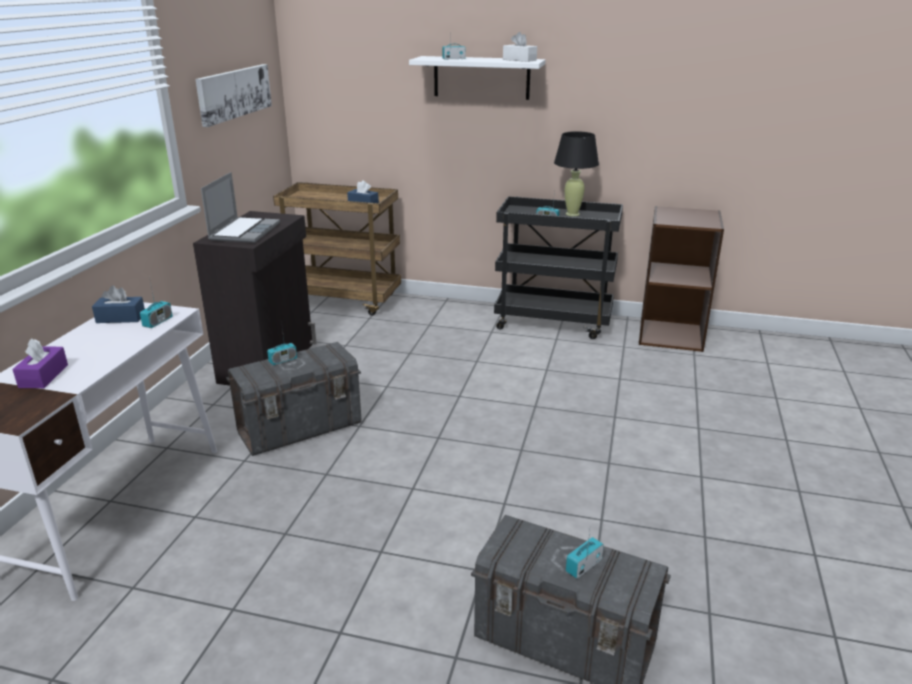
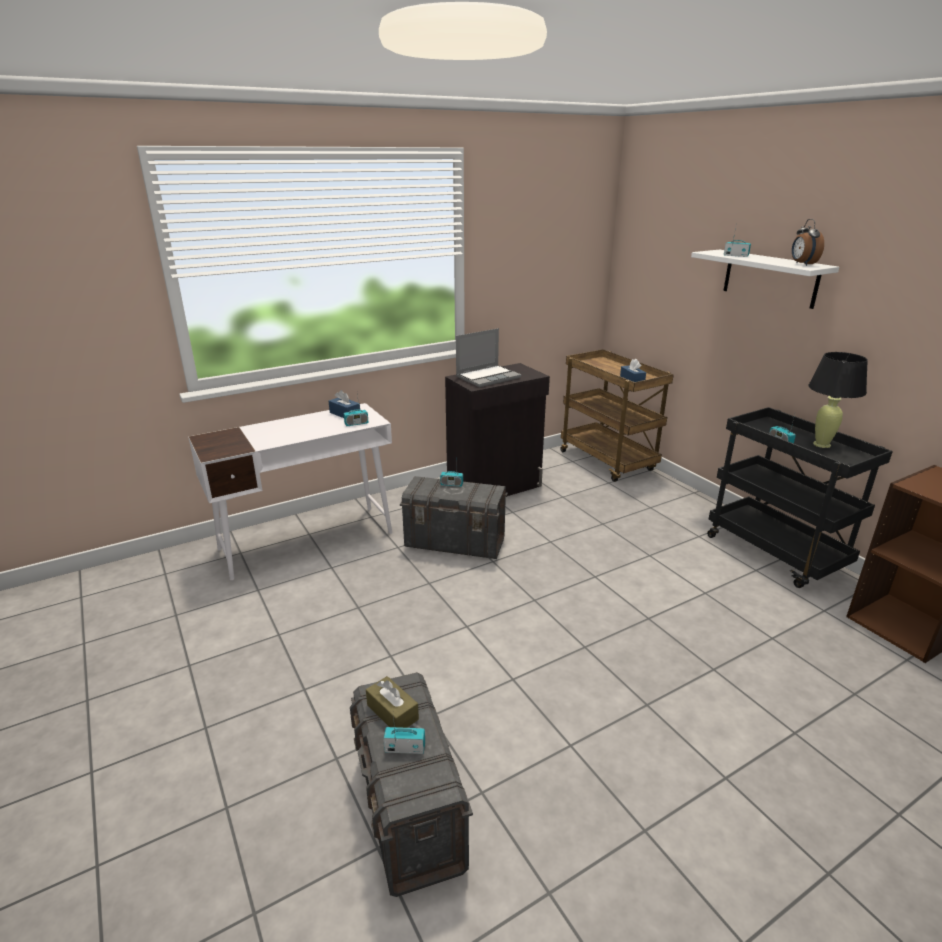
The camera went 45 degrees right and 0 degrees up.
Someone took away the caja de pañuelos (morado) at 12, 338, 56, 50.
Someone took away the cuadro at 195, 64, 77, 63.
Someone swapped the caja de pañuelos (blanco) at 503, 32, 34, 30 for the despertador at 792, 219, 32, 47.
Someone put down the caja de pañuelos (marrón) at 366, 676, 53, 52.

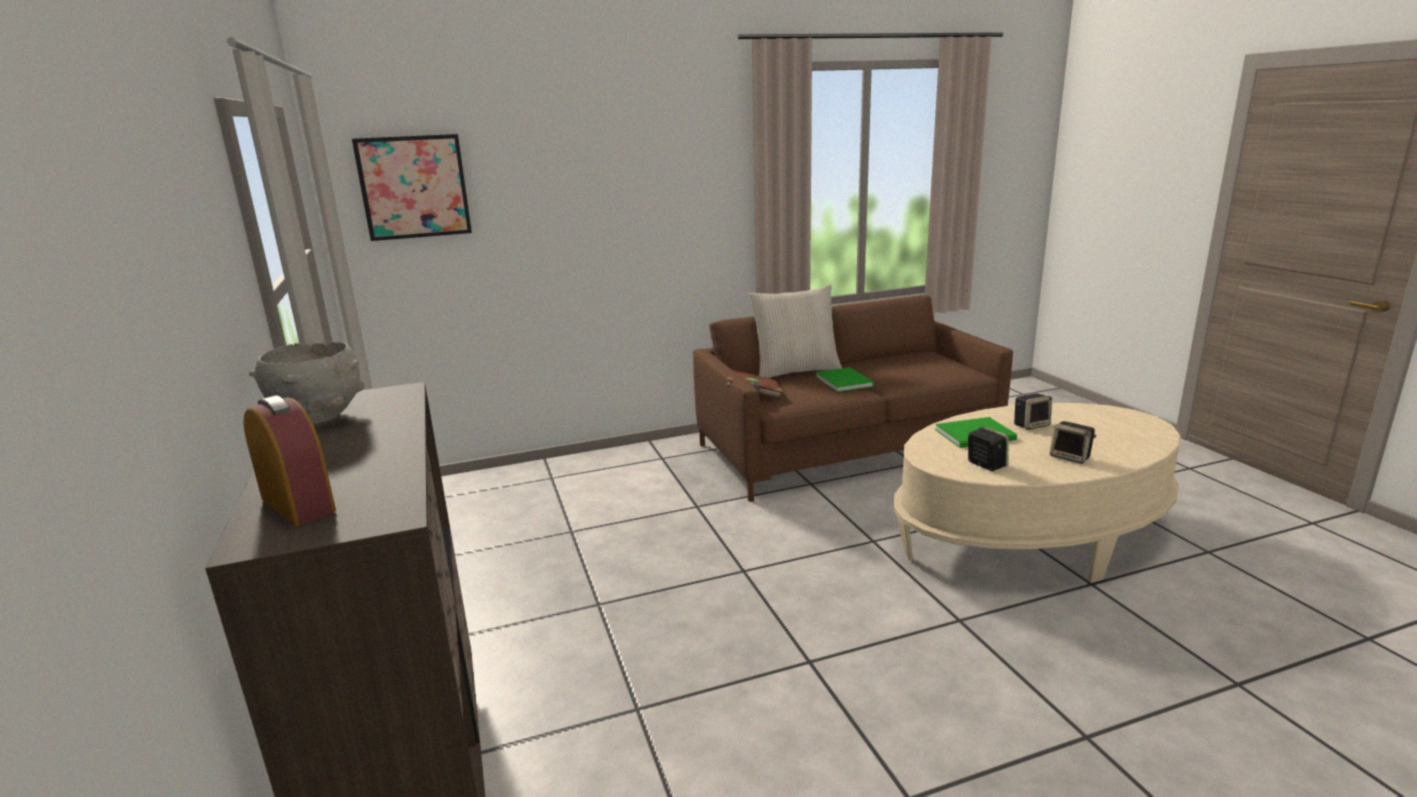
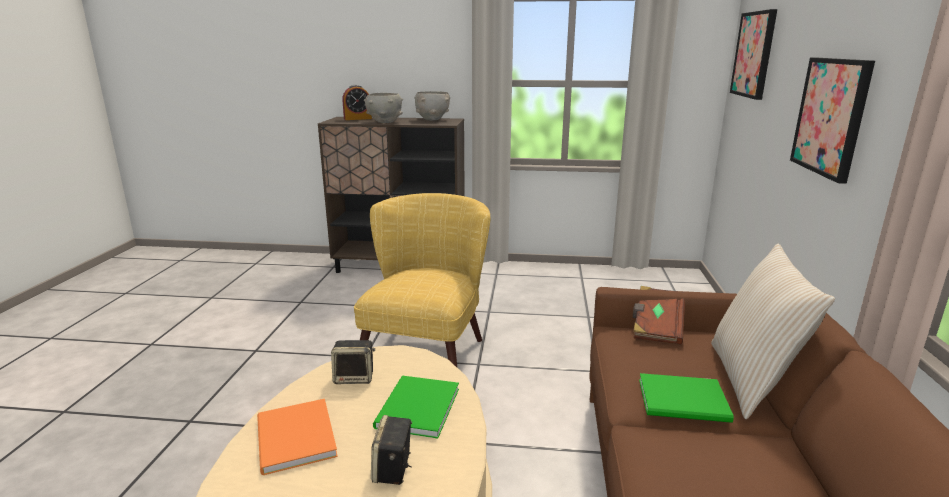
The camera went 115 degrees right and 0 degrees up.
Someone swapped the altavoz at 1050, 421, 46, 43 for the libro (naranja) at 257, 399, 81, 76.
Someone put down the sillón (amarillo) at 354, 193, 136, 174.
Someone put down the cuenco (gris) at 364, 93, 39, 30.
Someone put up the cuadro at 790, 58, 85, 126.

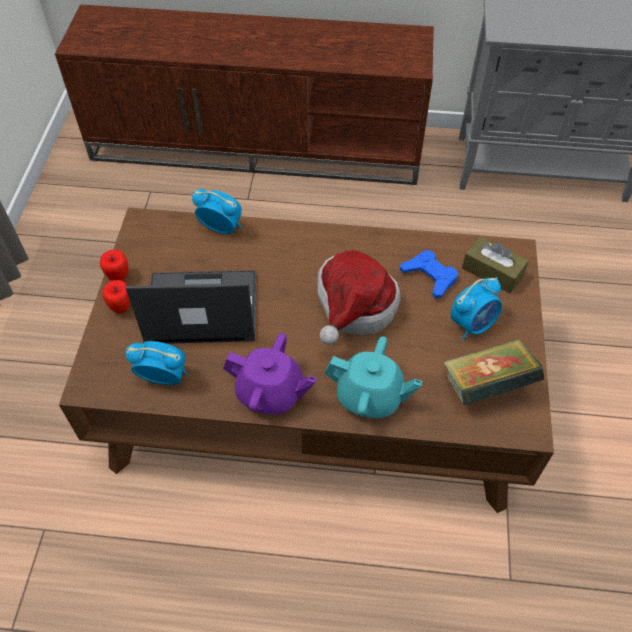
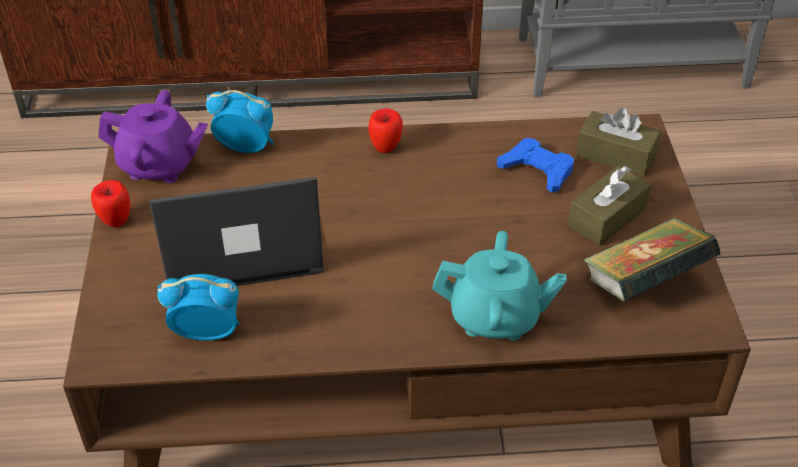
The camera went 10 degrees left and 10 degrees down.
Someone carried the manzana from 102, 280, 28, 33 to 369, 108, 34, 45.
Someone carried the tetera (morado) from 223, 333, 93, 81 to 98, 90, 110, 93.
Someone took away the sombrero at 317, 250, 83, 95.
Someone swapped the despertador at 451, 277, 51, 63 for the caja de pañuelos (marrón) at 568, 166, 83, 80.

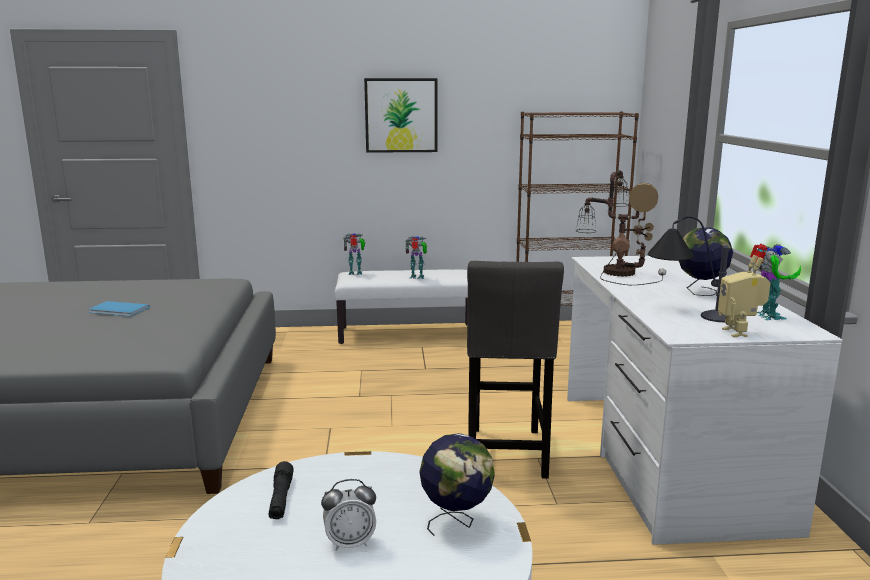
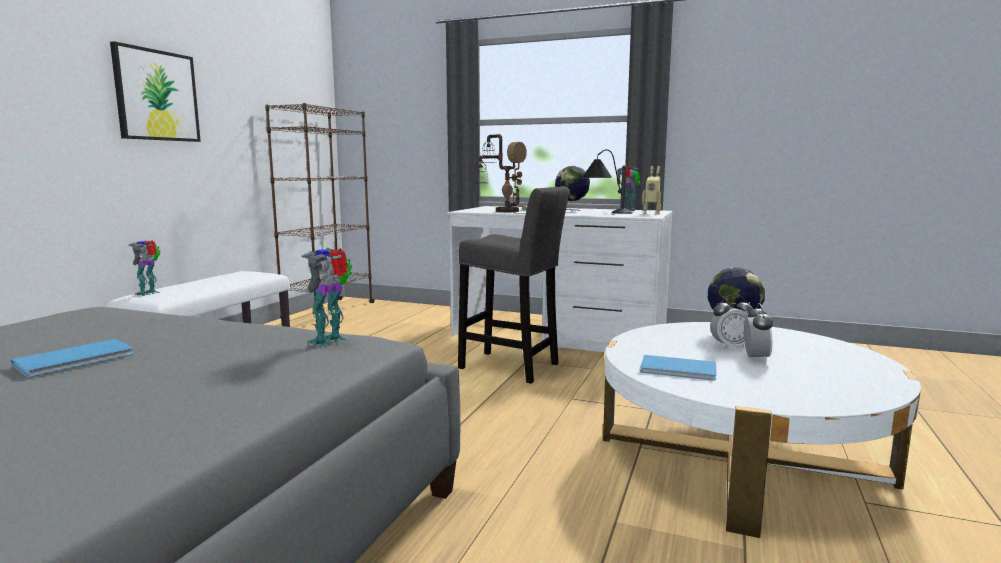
The camera went 65 degrees left and 5 degrees down.
Someone swapped the linterna (negro) at 269, 461, 25, 58 for the libro (azul) at 640, 355, 76, 26.
Someone carried the robot de juguete from 405, 236, 22, 43 to 301, 248, 51, 100.
Someone put down the despertador at 710, 295, 43, 54.

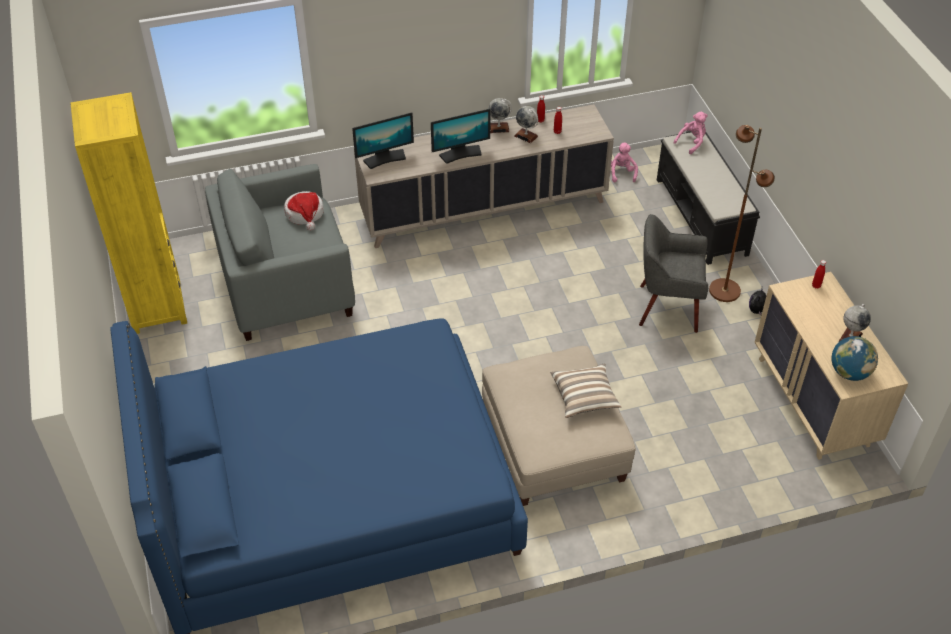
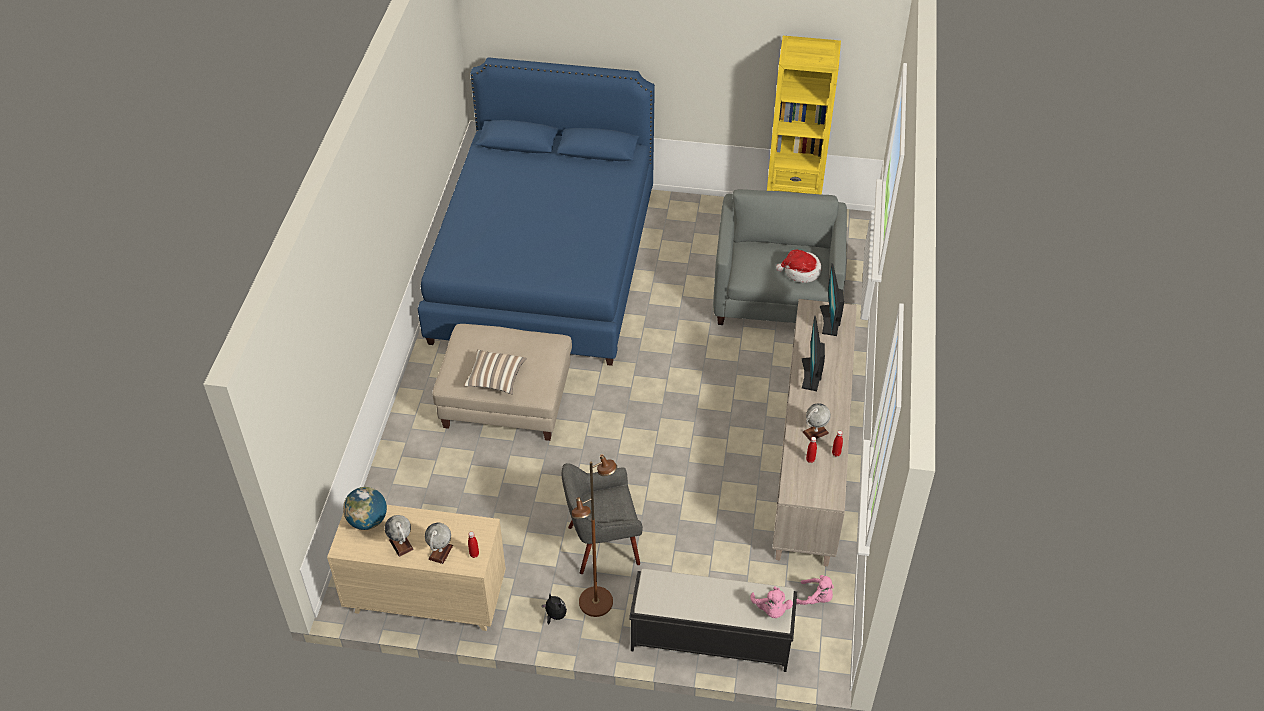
The camera went 115 degrees right and 0 degrees up.
Someone carried the globo terráqueo from 488, 98, 24, 35 to 425, 523, 28, 41.
Someone rotated the sillón (gris) at 639, 214, 69, 119 by 135 degrees counterclockwise.

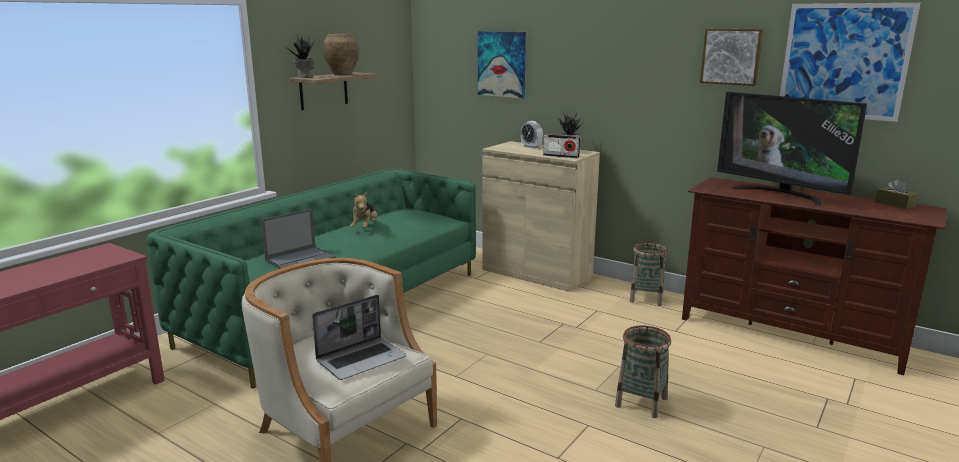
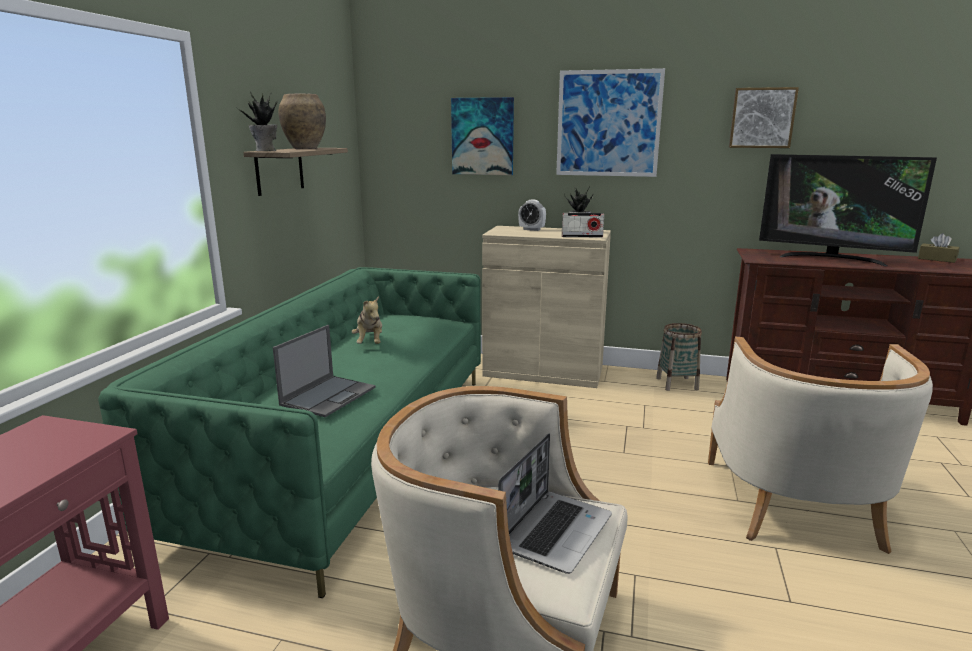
The camera went 20 degrees left and 0 degrees up.
Someone swapped the cesta at 615, 325, 56, 93 for the sillón (beis) at 708, 337, 225, 217.
Someone carried the cuadro from 780, 3, 140, 119 to 556, 68, 109, 109.

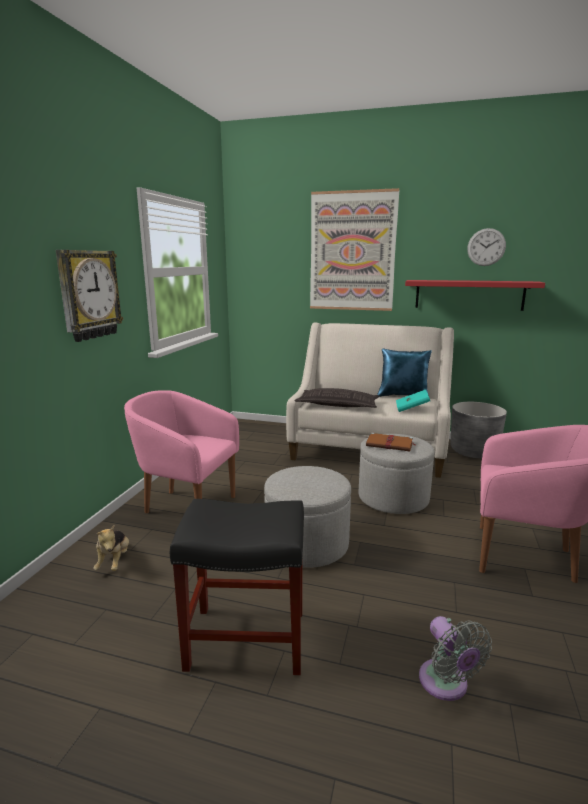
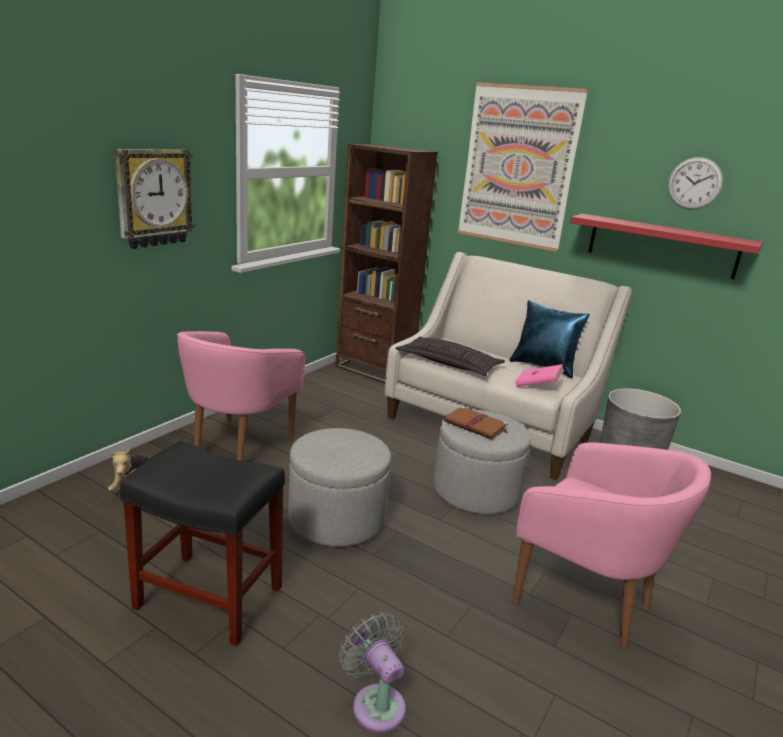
The camera went 15 degrees right and 5 degrees up.
Someone rotated the sillón (rosa) at 124, 390, 115, 123 by 105 degrees counterclockwise.
Someone repainted the libro (turquesa) at 396, 390, 34, 22, which became the libro (rosa) at 515, 364, 49, 23.
Someone rotated the ventilador (gris) at 419, 616, 73, 85 by 150 degrees clockwise.
Someone put down the estantería (marrón) at 335, 144, 103, 240.

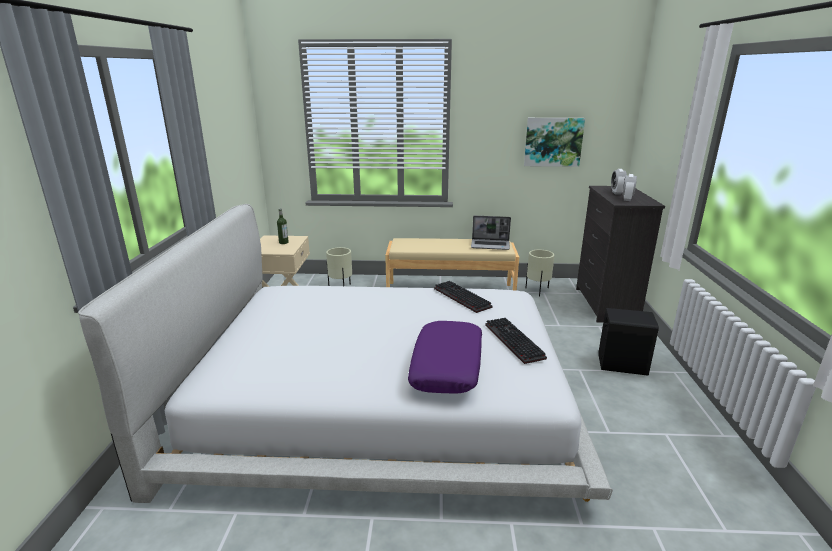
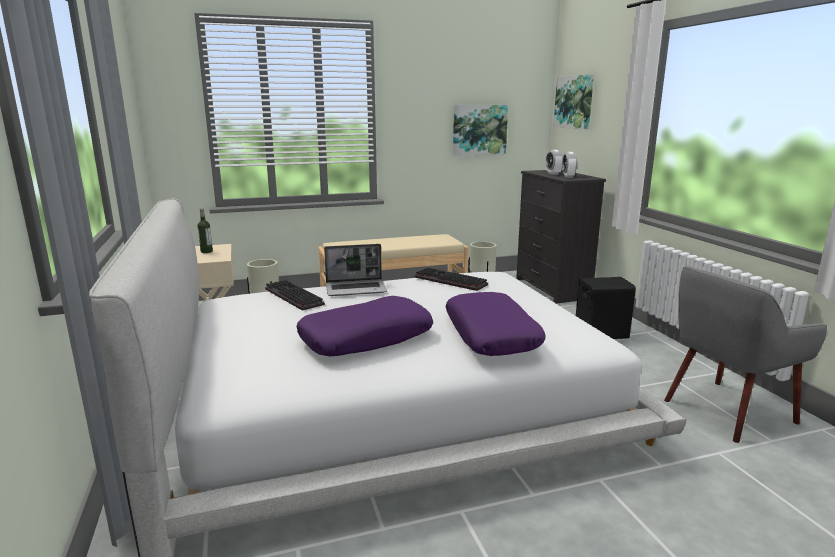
The camera went 20 degrees left and 5 degrees down.
Someone carried the portátil from 471, 215, 40, 35 to 324, 244, 63, 52.
Someone carried the teclado from 485, 318, 62, 46 to 265, 280, 60, 31.
Someone put down the cojín (morado) at 296, 296, 137, 60.
Someone put up the cuadro at 554, 74, 40, 56.
Someone put down the sillón (gris) at 664, 266, 163, 177.

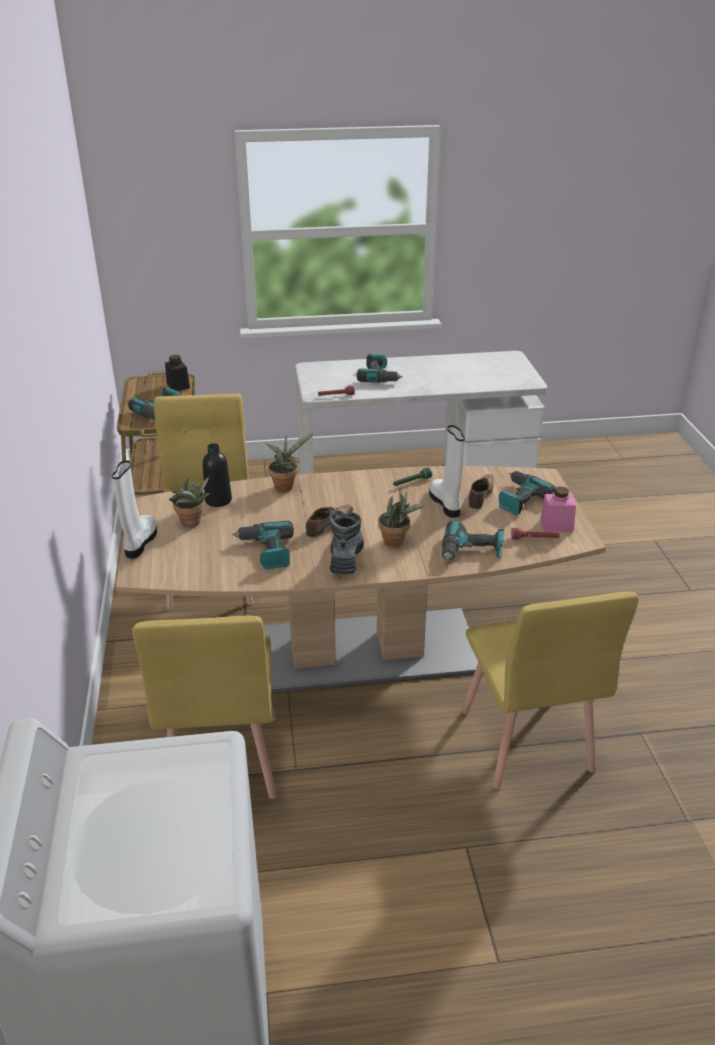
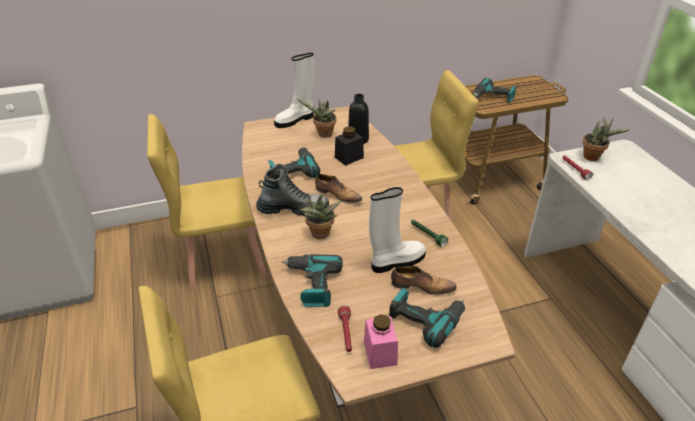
The camera went 80 degrees right and 5 degrees up.
Someone rotated the bota (blanco) at 112, 460, 45, 98 by 150 degrees clockwise.
Someone carried the tarro (negro) from 165, 355, 25, 36 to 335, 126, 29, 40.
Someone carried the planta en maceta from 265, 433, 48, 59 to 582, 117, 48, 44.
Someone took away the taladro at 357, 354, 46, 29.

